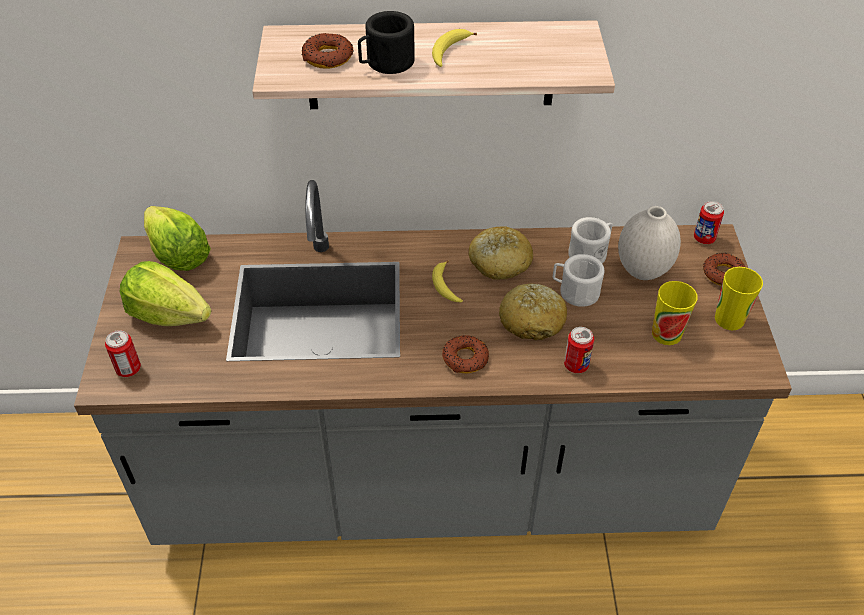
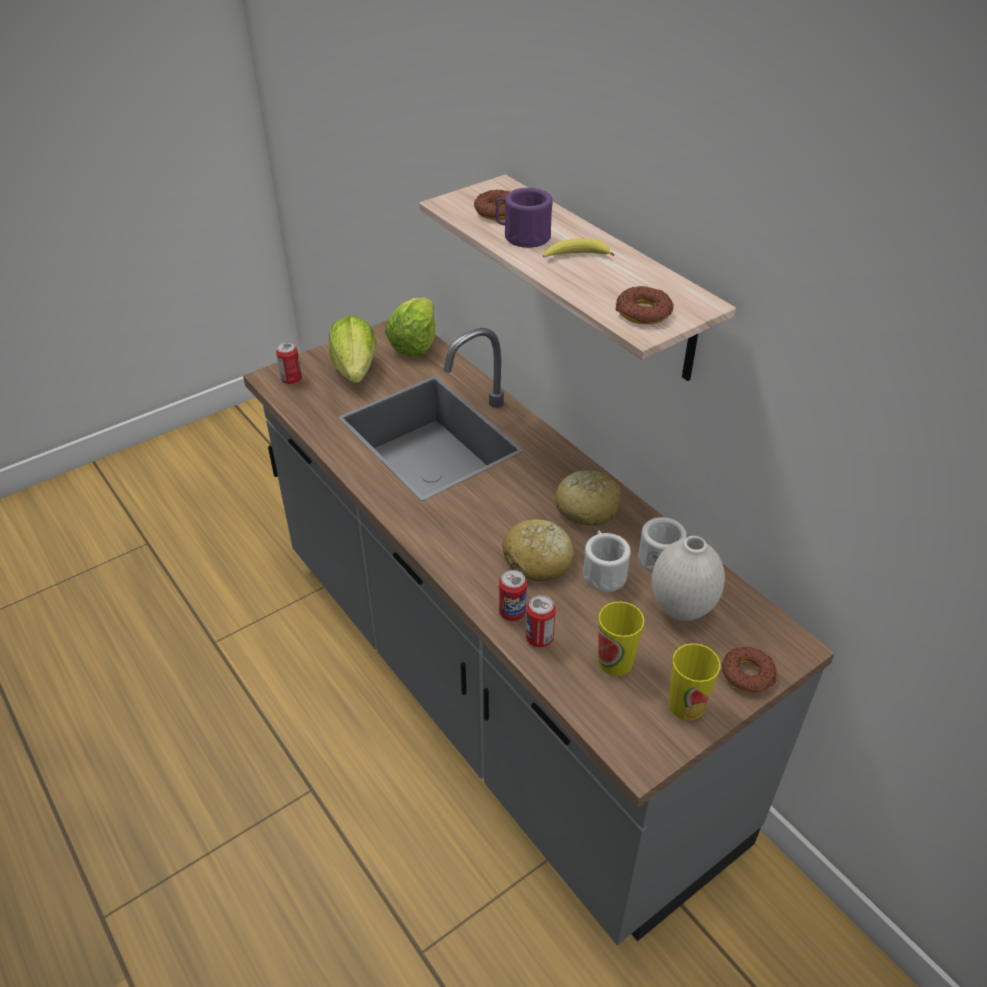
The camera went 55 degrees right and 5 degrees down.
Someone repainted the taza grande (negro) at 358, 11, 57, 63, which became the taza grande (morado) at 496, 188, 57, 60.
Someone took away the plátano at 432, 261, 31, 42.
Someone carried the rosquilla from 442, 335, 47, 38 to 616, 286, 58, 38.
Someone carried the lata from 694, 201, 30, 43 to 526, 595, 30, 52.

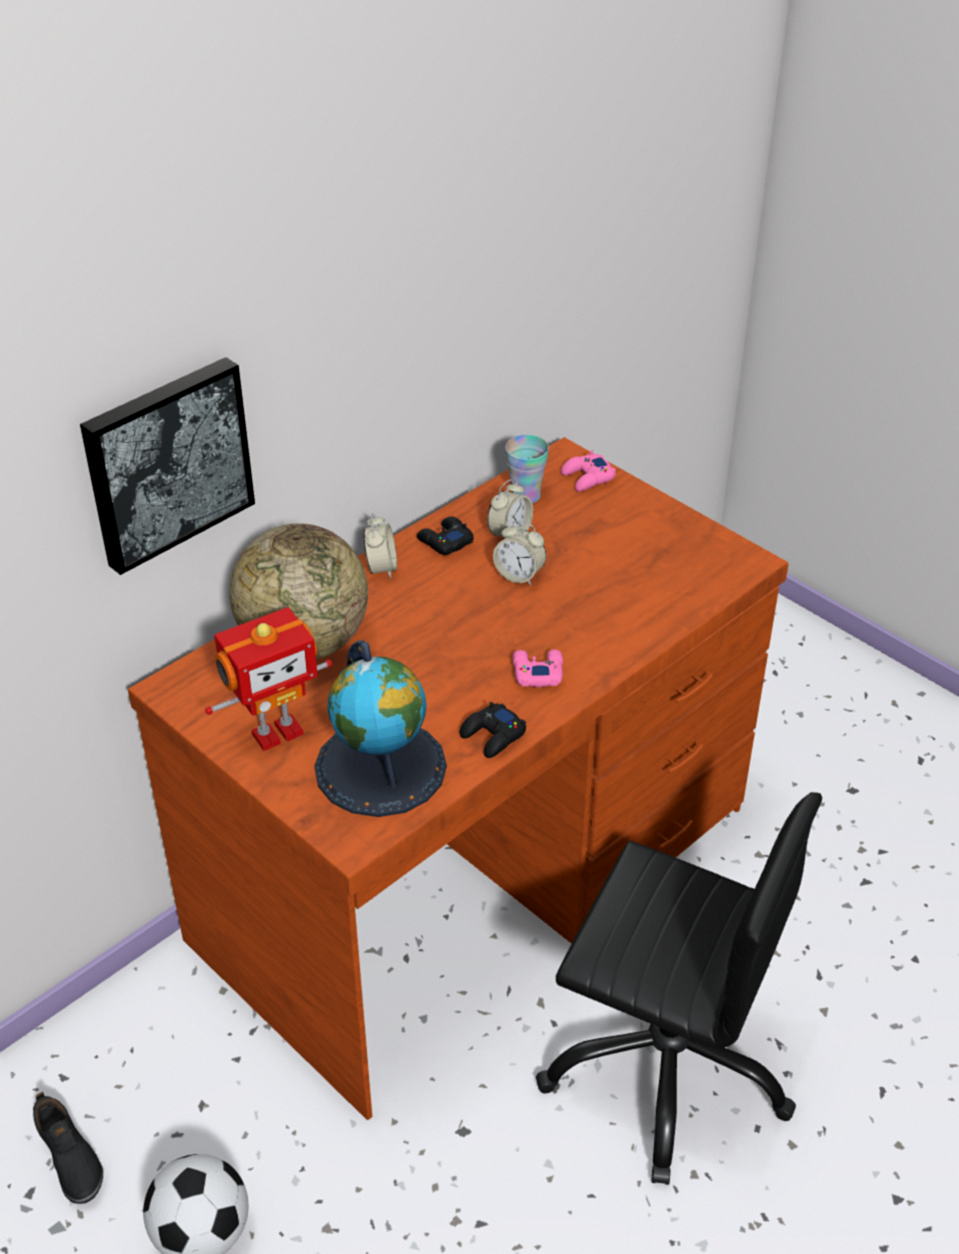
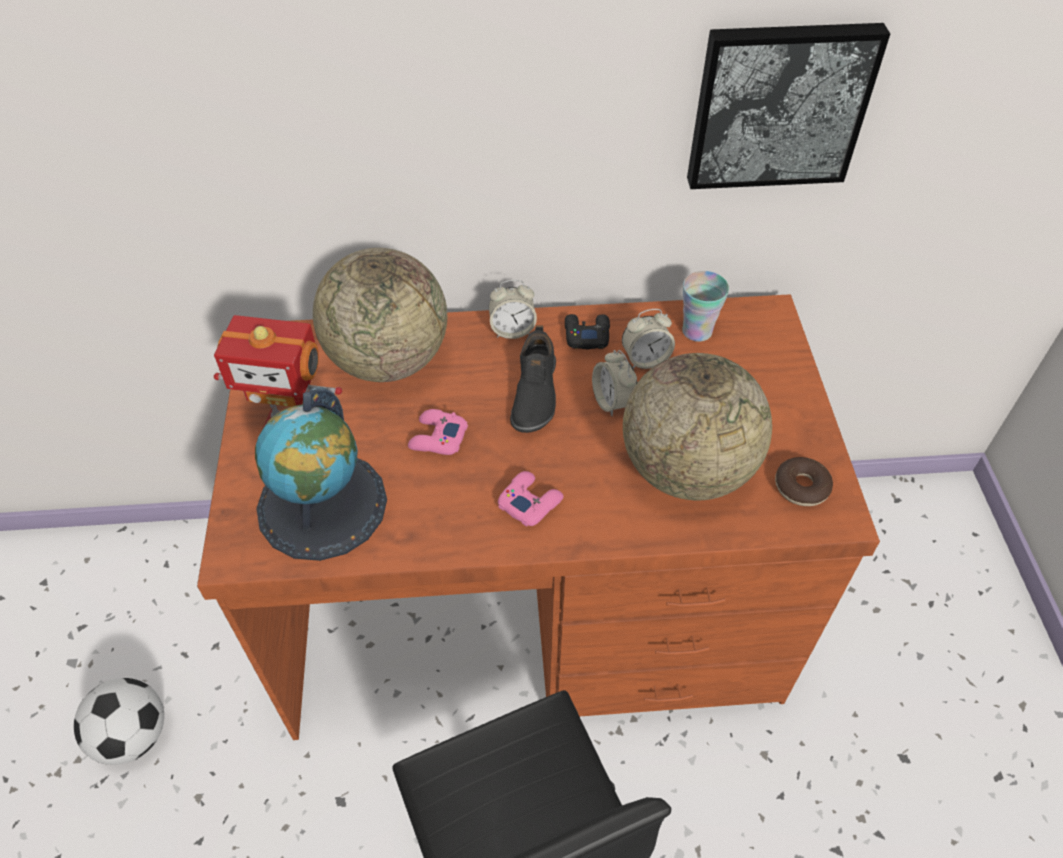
The camera went 40 degrees right and 10 degrees up.
Someone carried the zapato (negro) from 33, 1092, 70, 112 to 510, 325, 46, 108.
Someone carried the cuadro from 80, 357, 175, 218 to 687, 23, 203, 166.
Someone rotated the despertador at 363, 513, 34, 66 by 45 degrees clockwise.
Someone took away the mando de consola (negro) at 460, 702, 66, 56.
Someone carried the mando de consola (rosa) from 561, 450, 55, 41 to 408, 409, 60, 46.
Someone put down the globo terráqueo at 623, 353, 149, 147.
Someone put down the rosquilla at 775, 457, 58, 49.

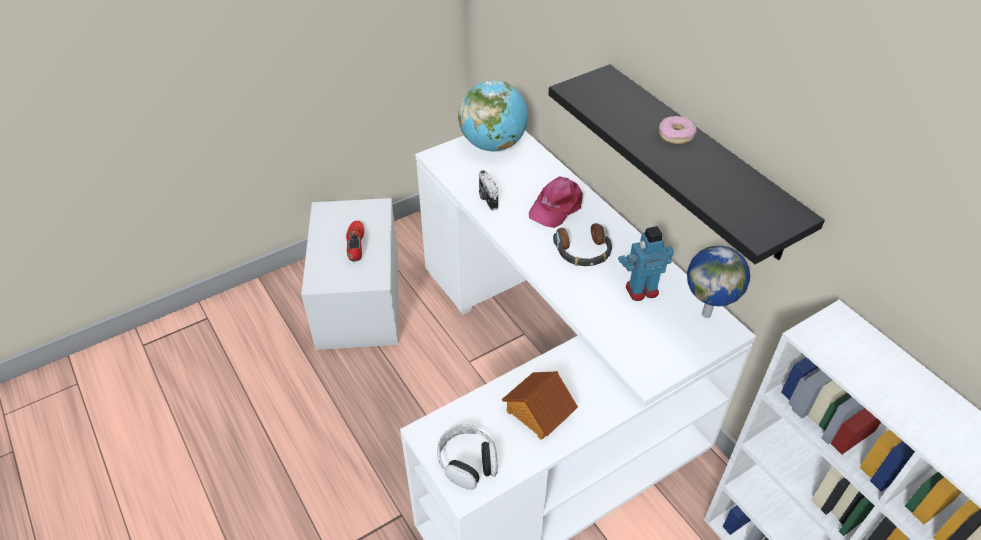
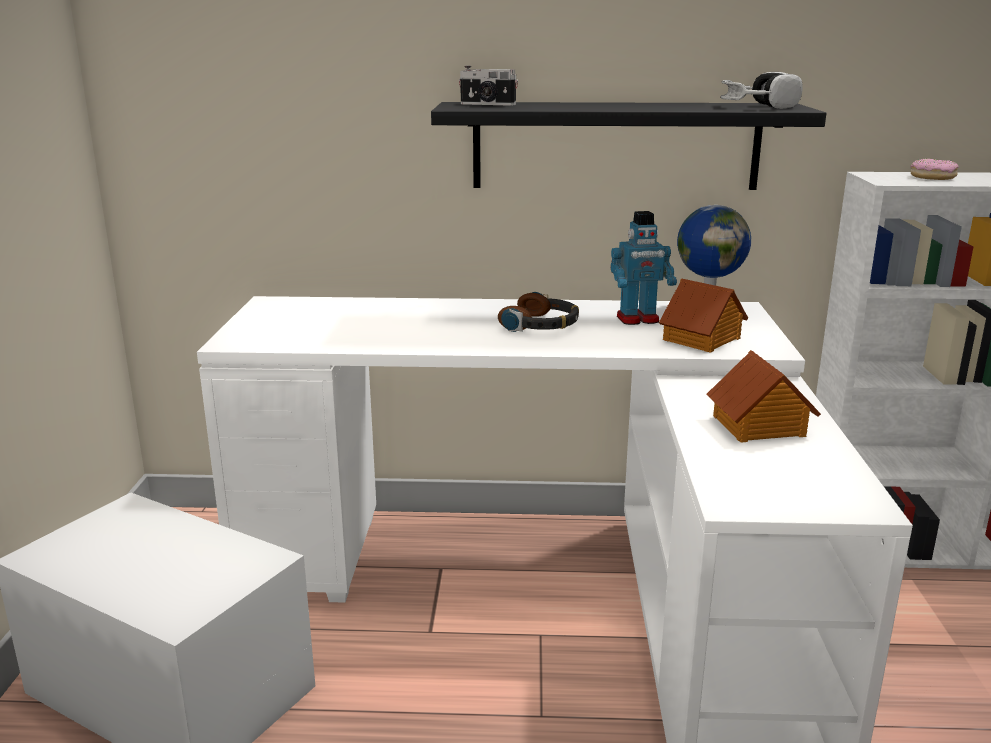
The camera went 55 degrees left and 25 degrees down.
Someone took away the zapato (rojo) at 346, 221, 18, 41.
Someone carried the auriculares from 437, 424, 61, 66 to 720, 72, 82, 37.
Someone took away the globo terráqueo at 458, 80, 70, 71.
Someone carried the cámara from 479, 170, 19, 41 to 459, 65, 59, 41.
Someone took away the gorra (rosa) at 529, 176, 54, 52.
Someone rotated the robot de juguete at 618, 226, 56, 75 by 120 degrees counterclockwise.
Someone carried the rosquilla from 659, 116, 38, 28 to 910, 159, 49, 21.
Someone put down the casita at 659, 278, 89, 75.

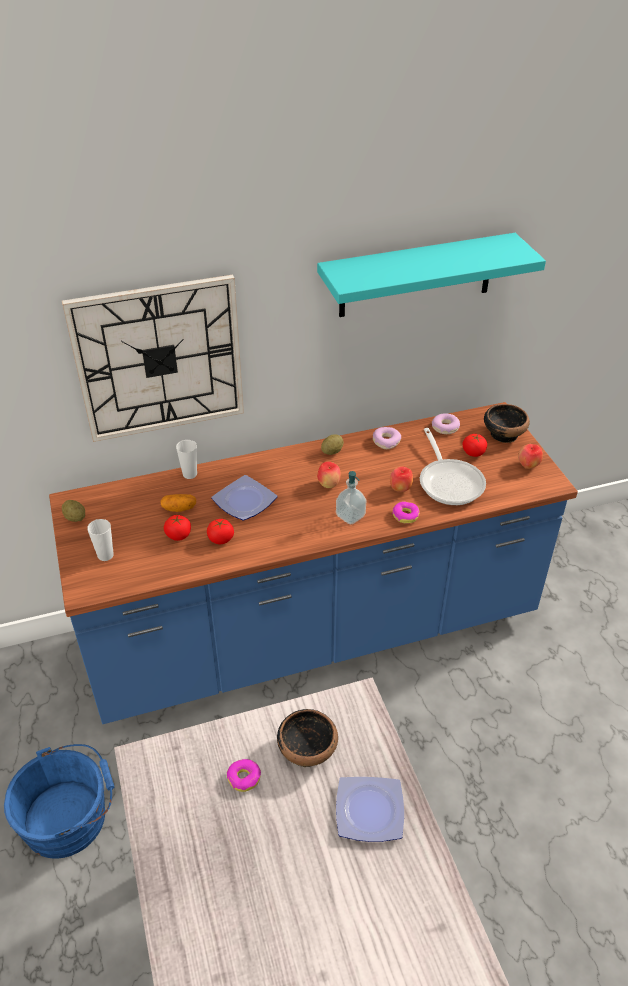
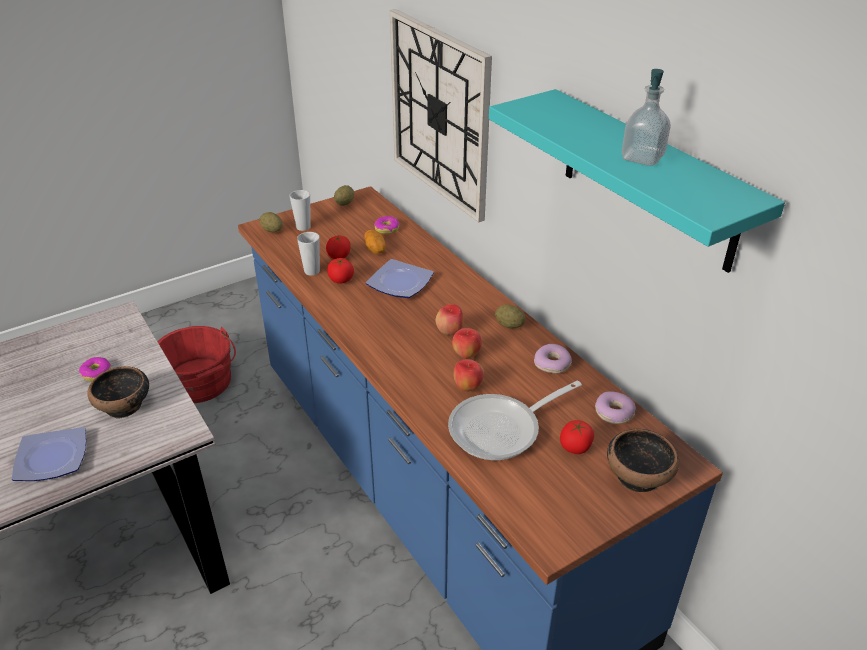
The camera went 75 degrees right and 5 degrees down.
Someone repainted the cubo (azul) at 4, 744, 110, 115, which became the cubo (rojo) at 157, 326, 79, 77.
Someone carried the taza from 176, 440, 21, 39 to 297, 232, 23, 44.
Someone carried the dispensador de jabón from 336, 471, 31, 54 to 622, 69, 49, 97.
Someone carried the rosquilla from 392, 501, 28, 23 to 374, 216, 25, 18.
Someone carried the manzana from 518, 444, 25, 25 to 452, 328, 30, 31.
Someone put down the patata at 260, 212, 23, 20.

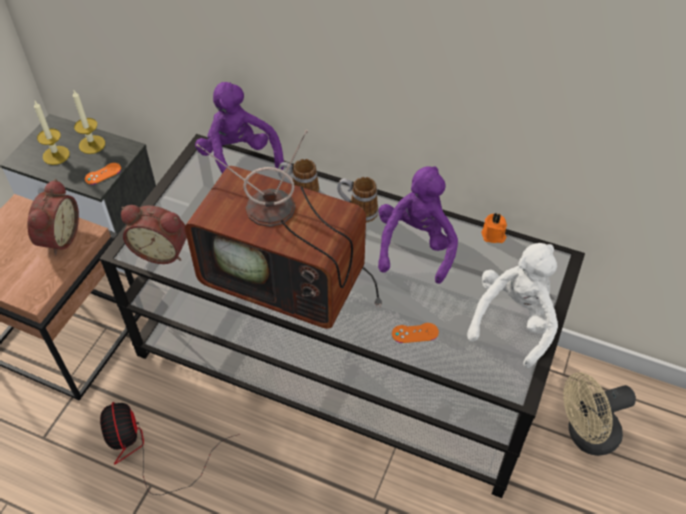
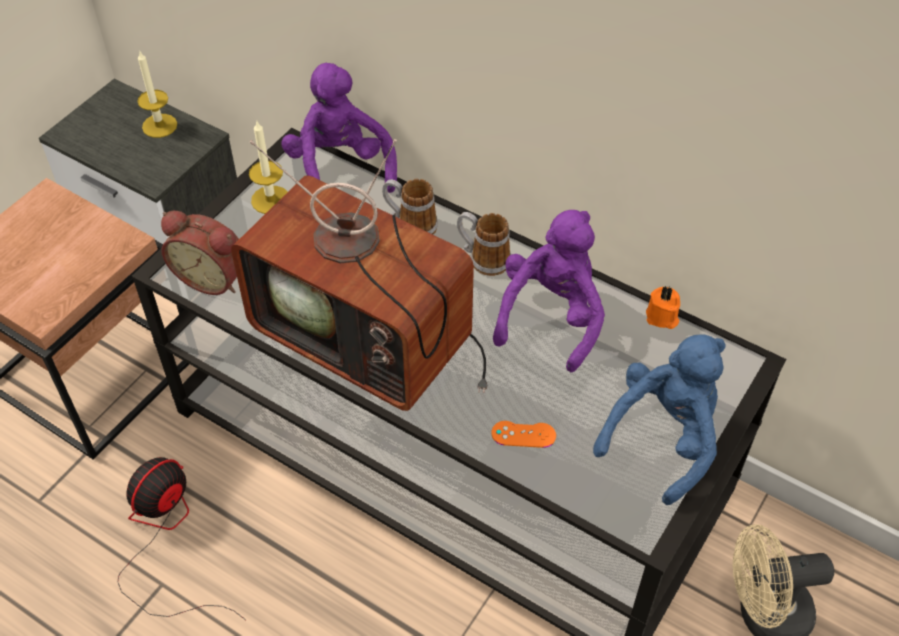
The camera went 10 degrees right and 0 degrees up.
Someone took away the despertador at 27, 179, 52, 77.
Someone carried the vela from 34, 101, 36, 64 to 249, 121, 39, 93.
Someone took away the mando de consola (naranja) at 85, 163, 36, 22.
Someone rotated the ventilador at 100, 402, 140, 93 by 45 degrees clockwise.
Someone repainted the peluche (blanco) at 467, 243, 91, 125, which became the peluche (azul) at 593, 334, 133, 171.

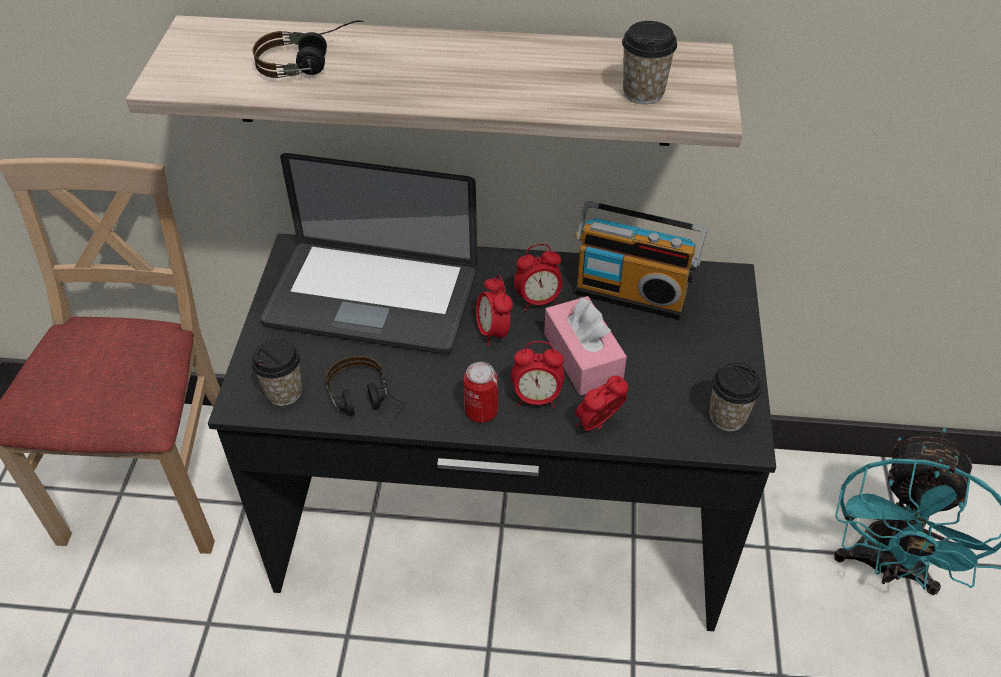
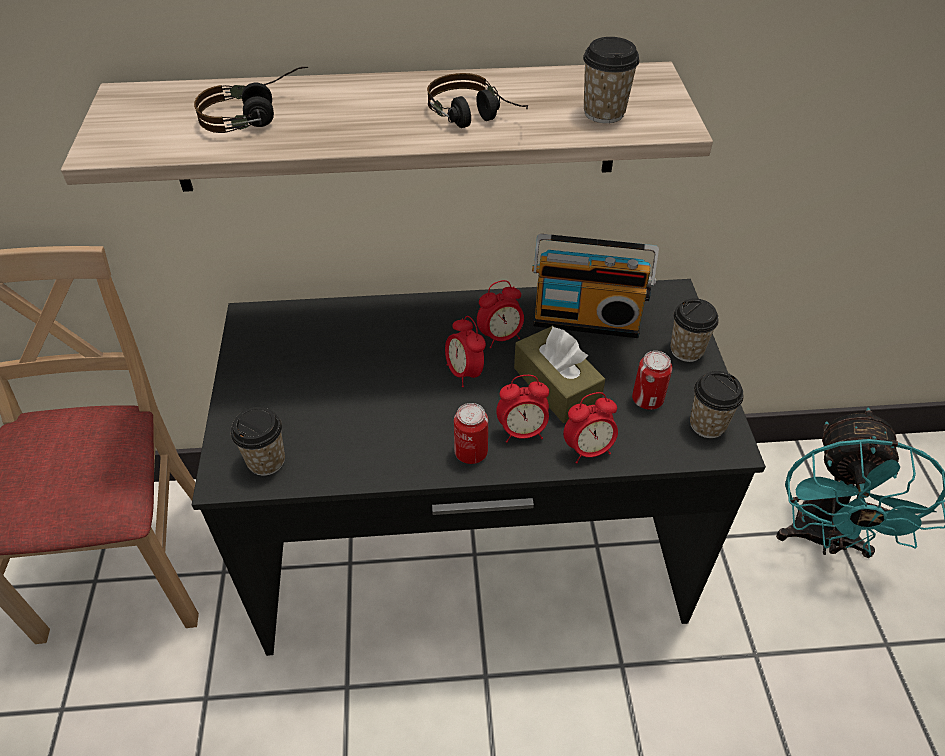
The camera went 10 degrees left and 0 degrees up.
Someone took away the portátil at 261, 153, 217, 201.
Someone carried the auriculares from 326, 356, 78, 64 to 427, 73, 101, 55.
Someone repainted the caja de pañuelos (rosa) at 544, 296, 83, 100, which became the caja de pañuelos (marrón) at 514, 326, 91, 97.
Someone rotated the despertador at 575, 376, 53, 55 by 150 degrees counterclockwise.
Someone put down the lata at 632, 351, 40, 59.
Someone put down the taza at 670, 298, 49, 64.

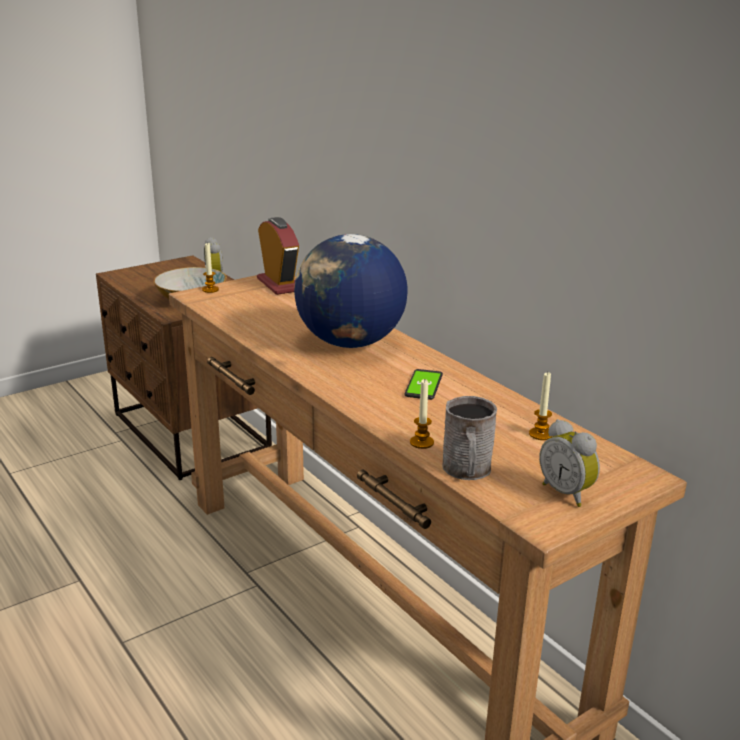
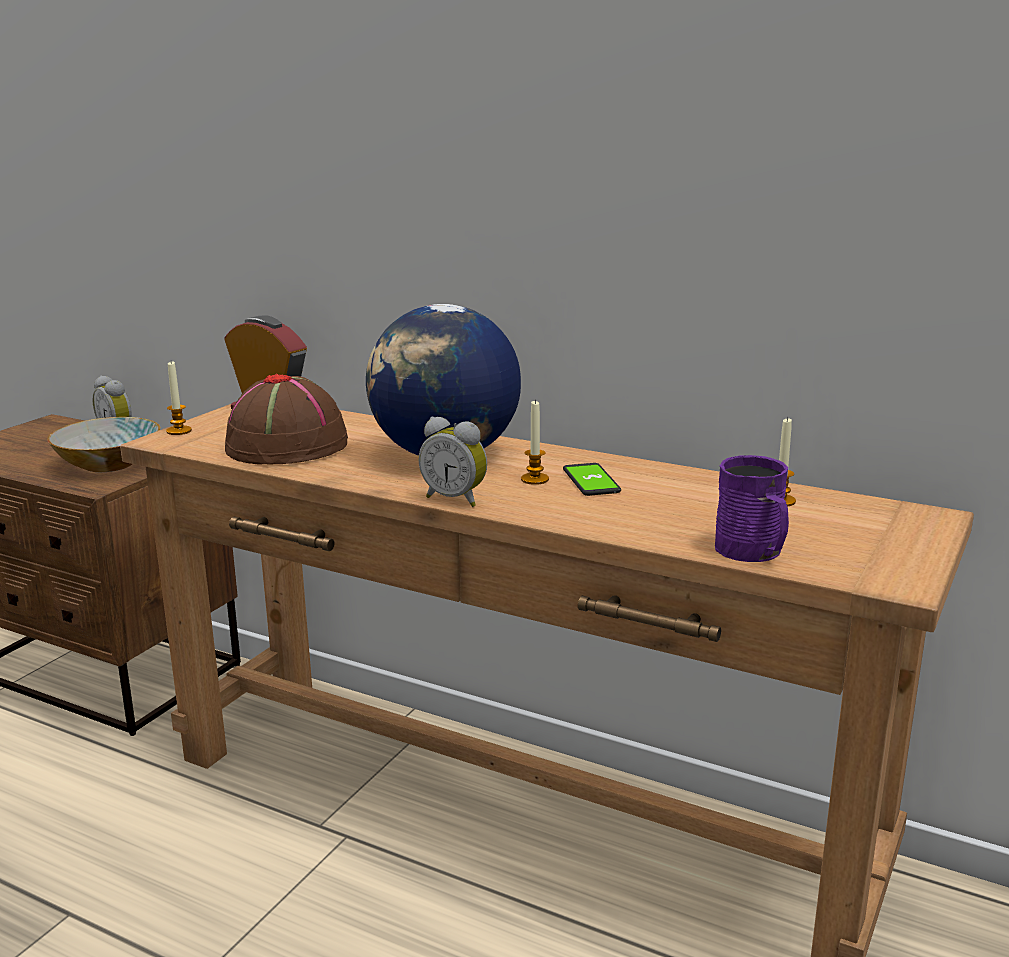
The camera went 25 degrees left and 5 degrees down.
Someone carried the vela from 410, 379, 24, 70 to 521, 399, 28, 86.
Someone repainted the taza grande (gris) at 443, 396, 54, 84, which became the taza grande (morado) at 715, 455, 74, 107.
Someone carried the despertador from 539, 419, 61, 88 to 419, 417, 68, 90.
Someone put down the sombrero (marrón) at 225, 373, 123, 92.

